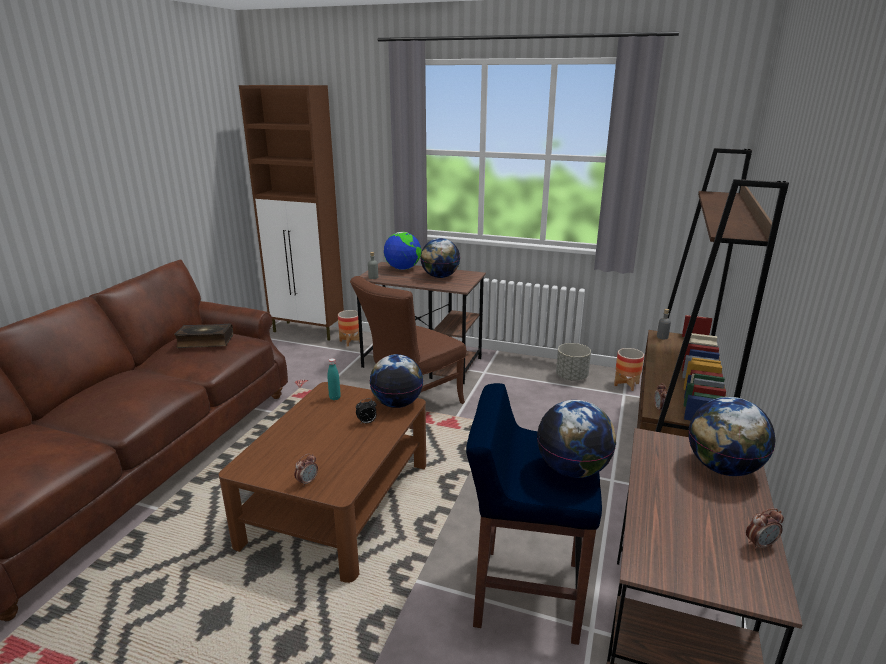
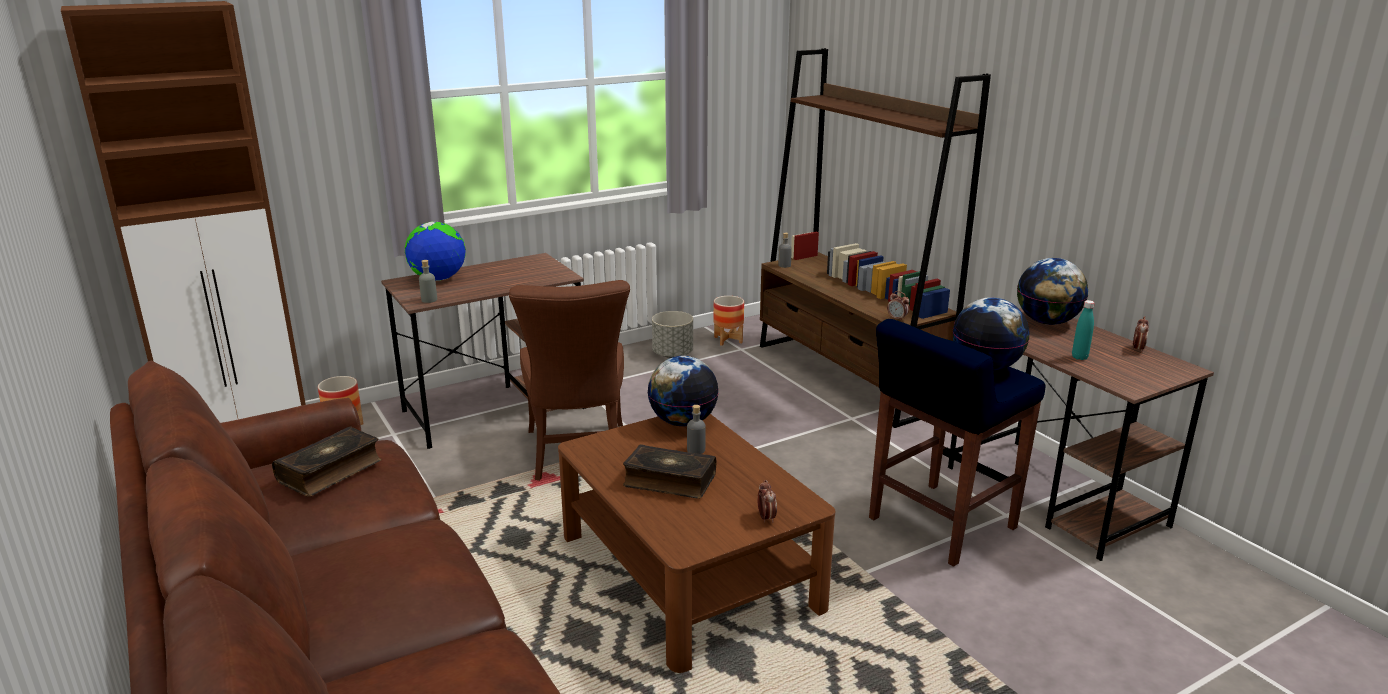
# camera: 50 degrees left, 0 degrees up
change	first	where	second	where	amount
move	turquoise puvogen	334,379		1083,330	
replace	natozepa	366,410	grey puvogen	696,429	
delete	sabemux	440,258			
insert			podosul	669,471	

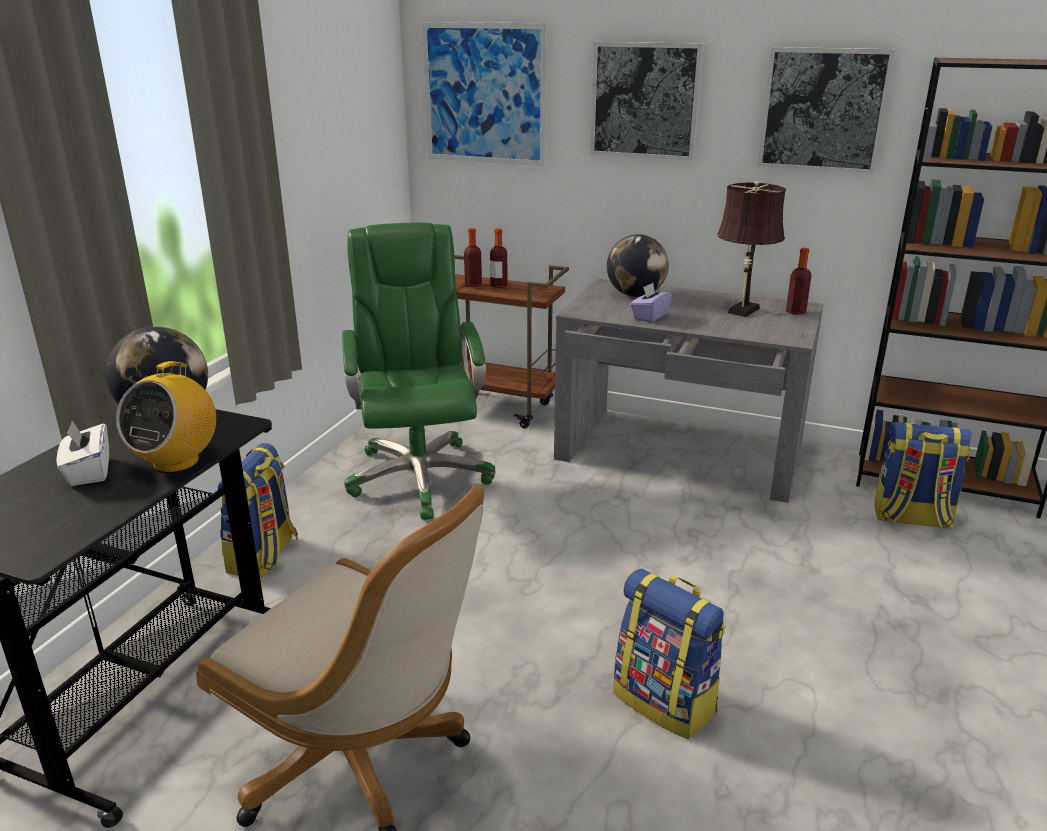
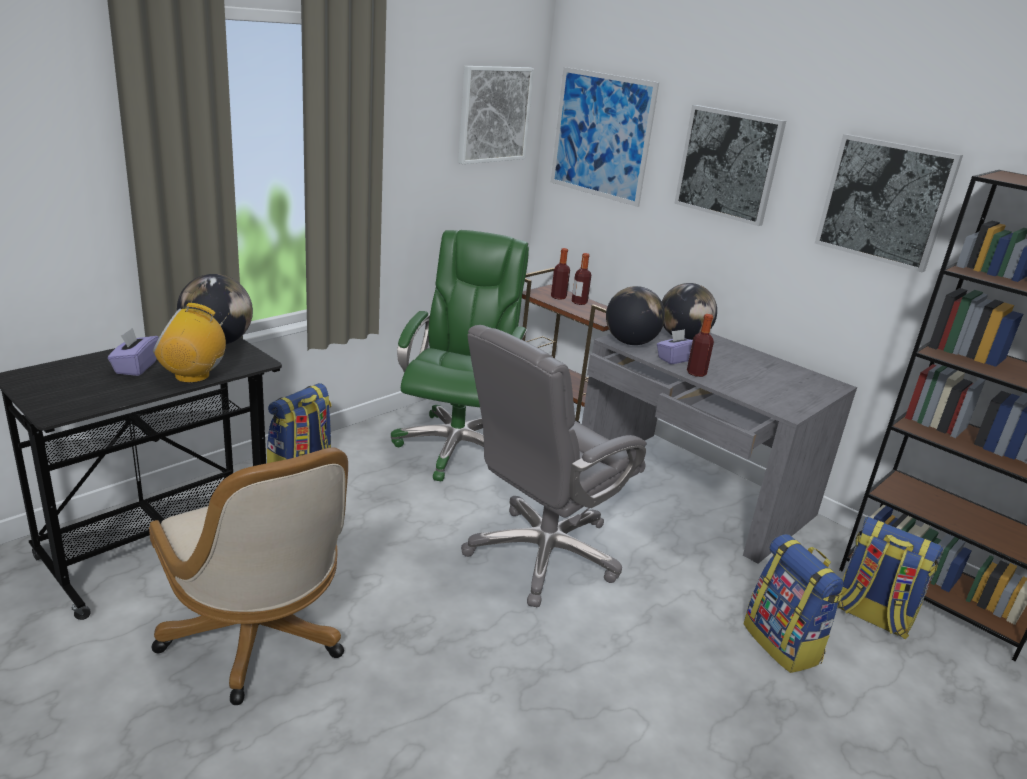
# camera: 20 degrees right, 0 degrees up
change	first	where	second	where	amount
recolor	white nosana	82,453	purple nosana	133,352	
rotate	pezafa	166,417		191,343	45 degrees clockwise
move	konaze	669,654		793,603	
delete	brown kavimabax	751,249			
move	puvogen	799,281		700,345	
insert			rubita	496,115	
insert			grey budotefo	553,466	
insert			sabemux	635,315	

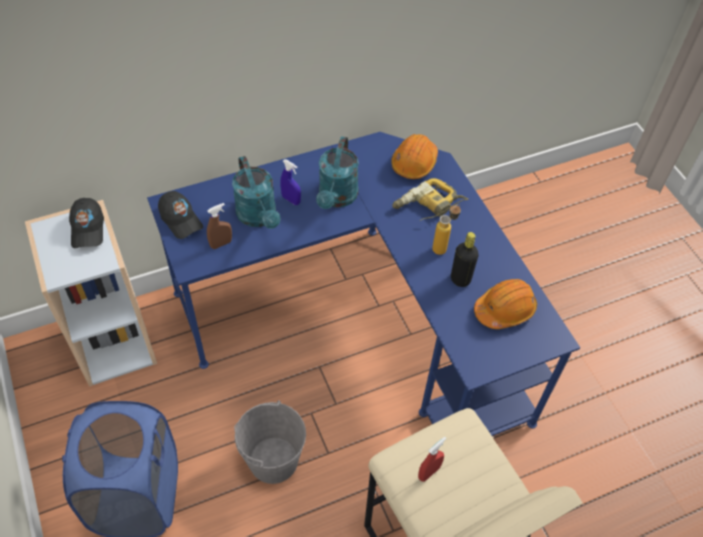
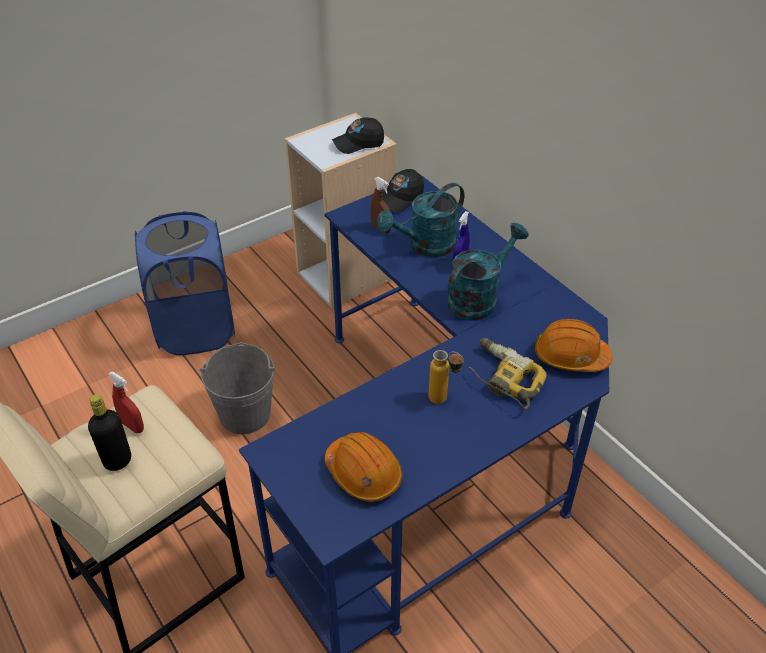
# camera: 80 degrees right, 10 degrees down
change	first	where	second	where	amount
rotate	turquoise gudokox	337,172		488,272	135 degrees clockwise
move	black puvogen	464,259		109,432	

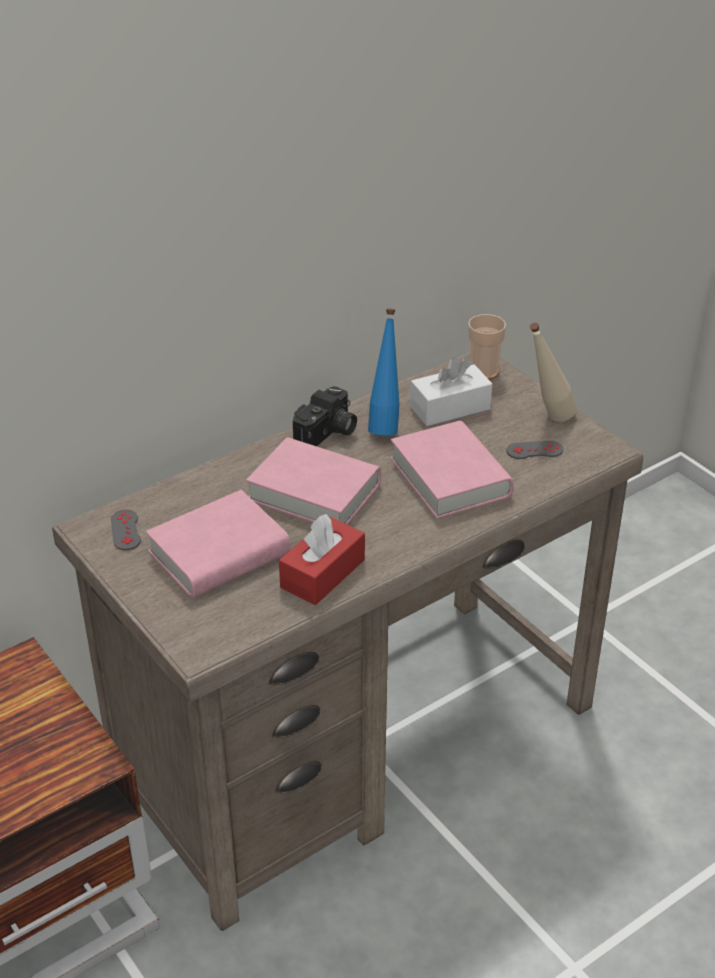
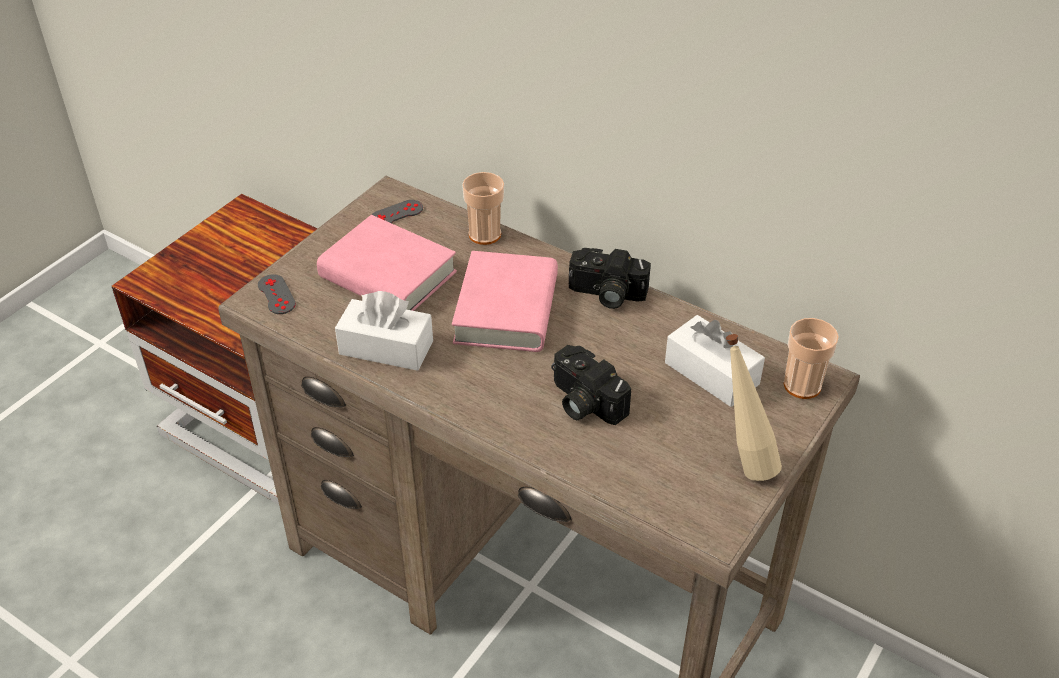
# camera: 70 degrees right, 5 degrees up
change	first	where	second	where	amount
recolor	red nosana	322,559	white nosana	384,331	
delete	blue puvogen	383,372			
replace	pink podosul	452,470	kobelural	591,385	
move	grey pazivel	534,450		277,294	
insert			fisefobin	483,208	

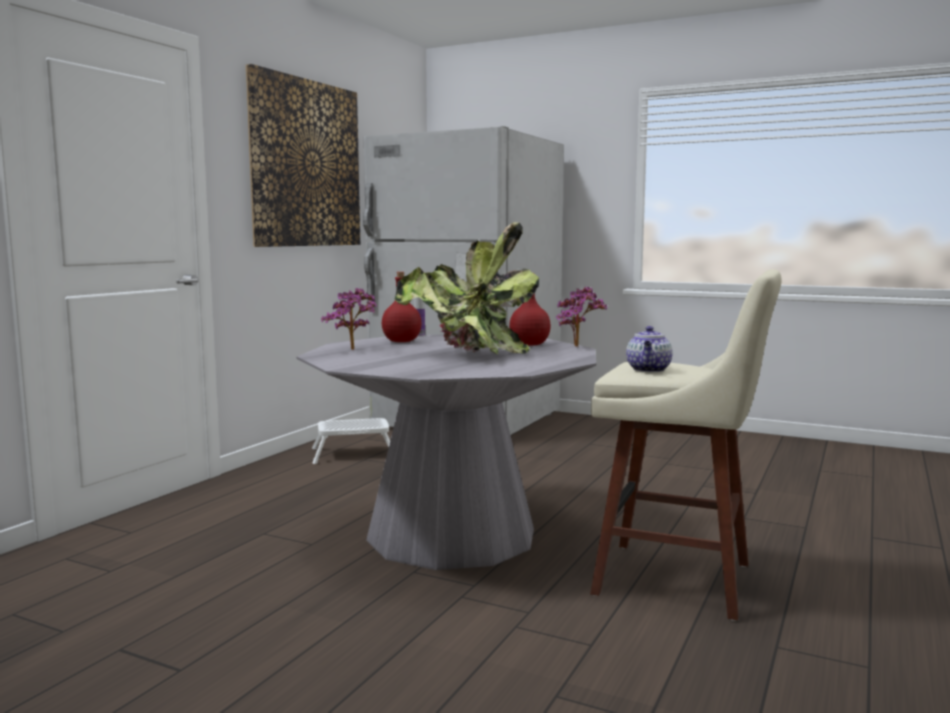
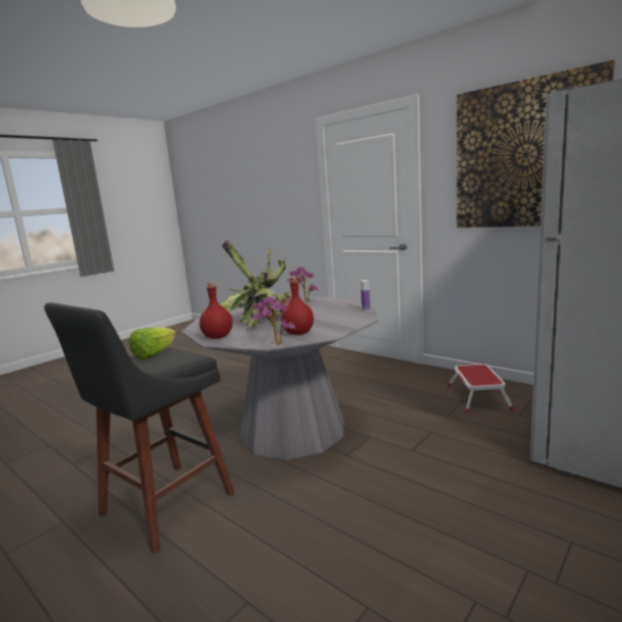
# camera: 105 degrees right, 5 degrees up
change	first	where	second	where	amount
recolor	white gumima	351,441	red gumima	480,388	
move	red puvogen	401,307		216,310	
recolor	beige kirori	686,445	black kirori	139,427	
replace	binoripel	649,349	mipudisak	152,344	

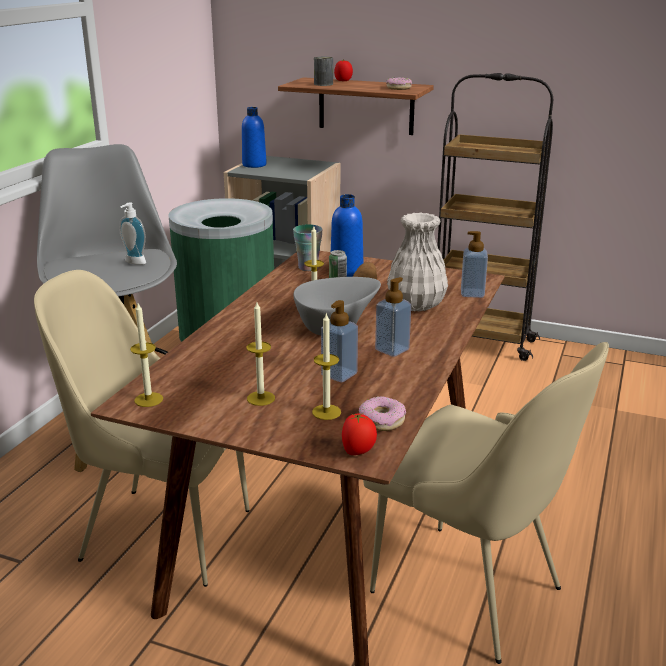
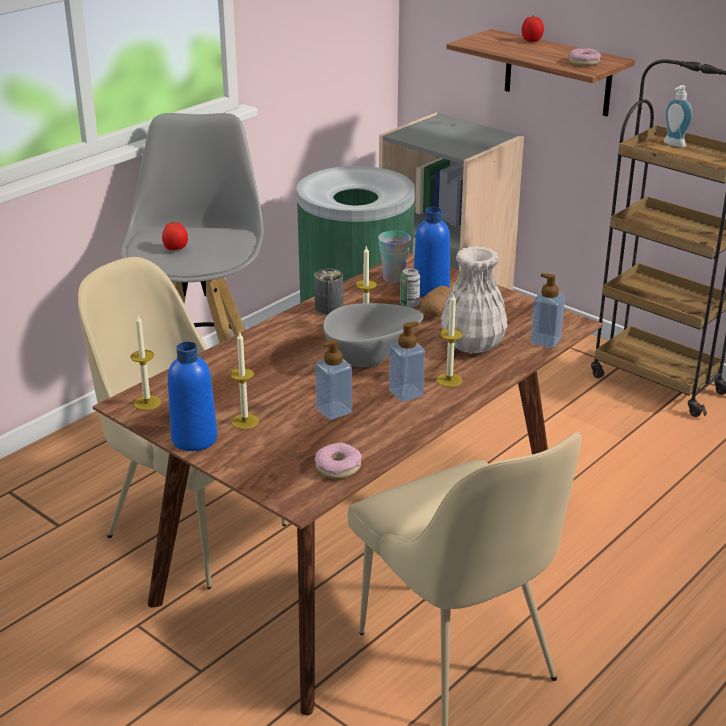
# camera: 20 degrees right, 5 degrees up
change	first	where	second	where	amount
move	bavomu	132,234		678,116	
move	blue puvogen	254,137		193,396	
move	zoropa	326,367		449,340	
move	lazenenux	323,71		328,292	
move	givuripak	359,434		175,236	

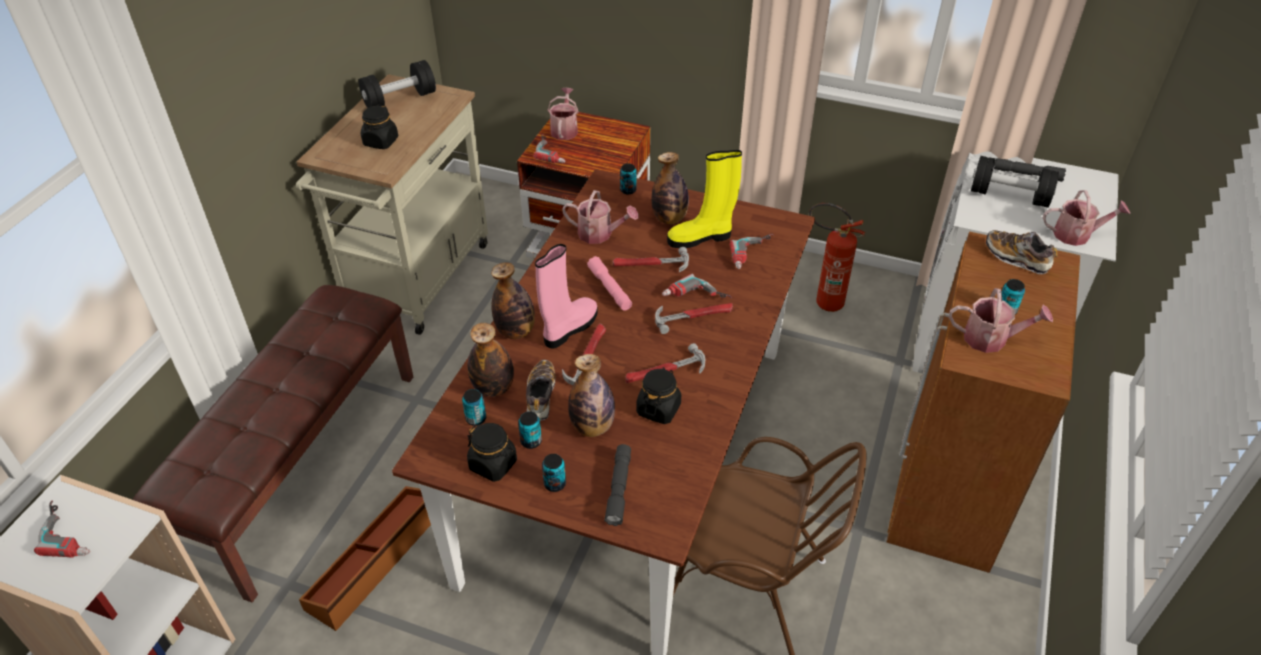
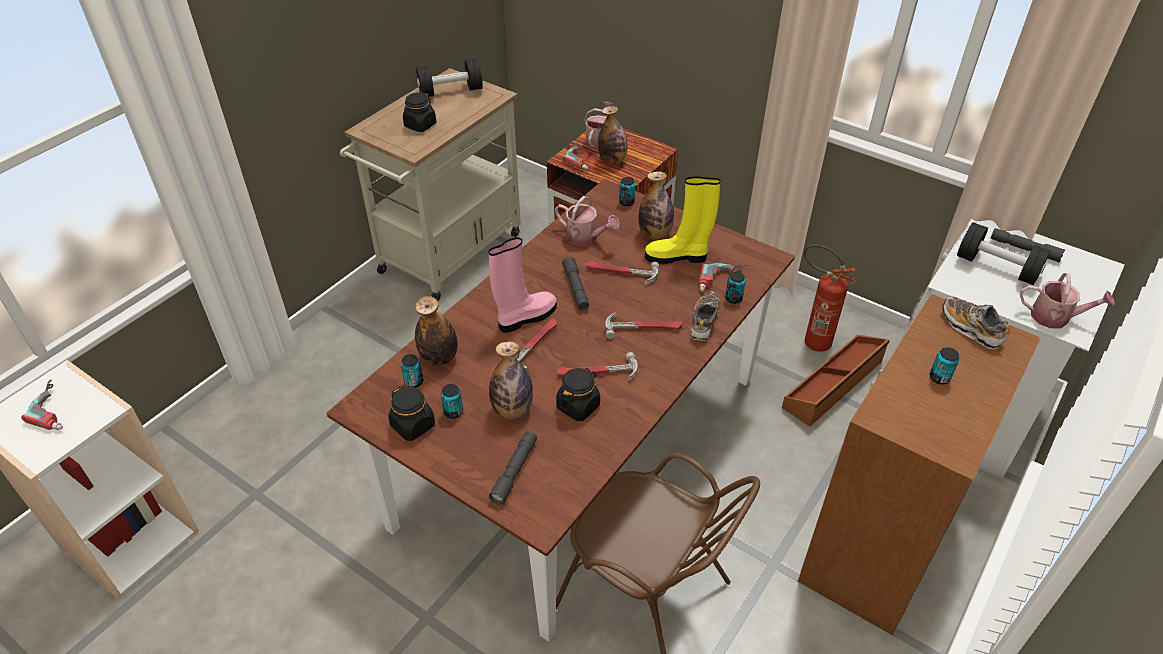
# camera: 15 degrees right, 0 degrees up
change	first	where	second	where	amount
delete	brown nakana	273,443			
move	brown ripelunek	365,558		836,380	
move	puvogen	513,300		613,135	
move	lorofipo	540,390		705,316	
move	lazenenux	554,473		735,288	
recolor	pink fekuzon	609,283	grey fekuzon	575,284	
delete	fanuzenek	697,286			
delete	gudokox	1001,320			

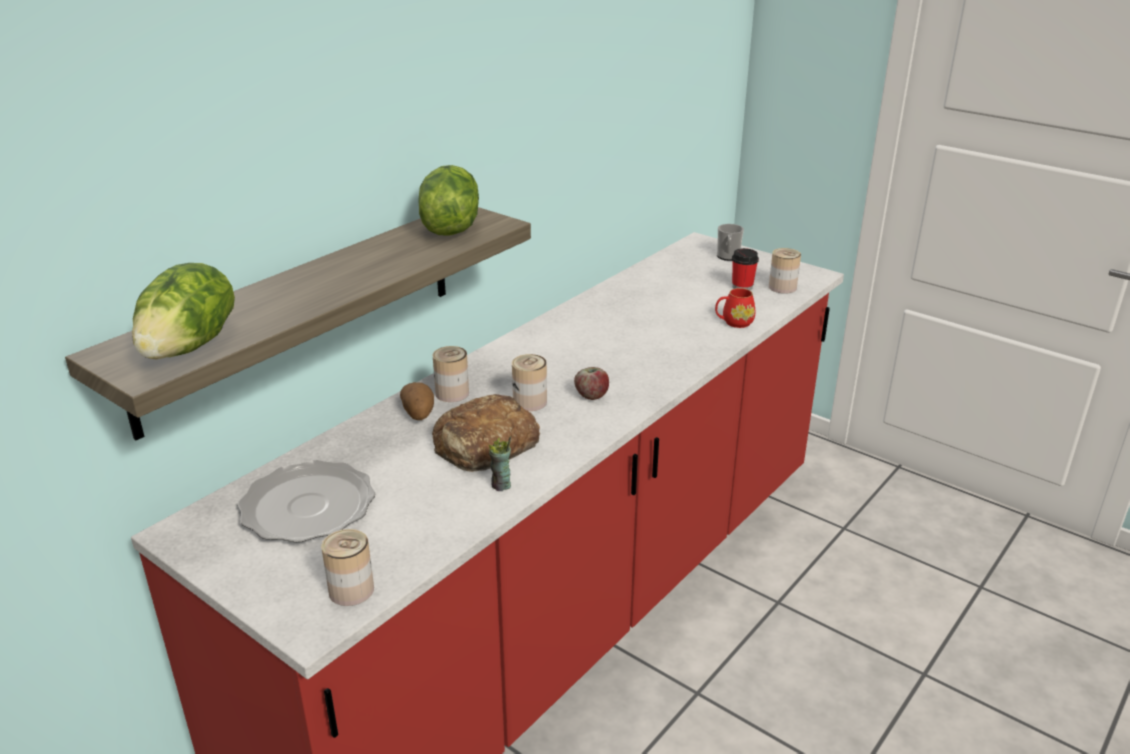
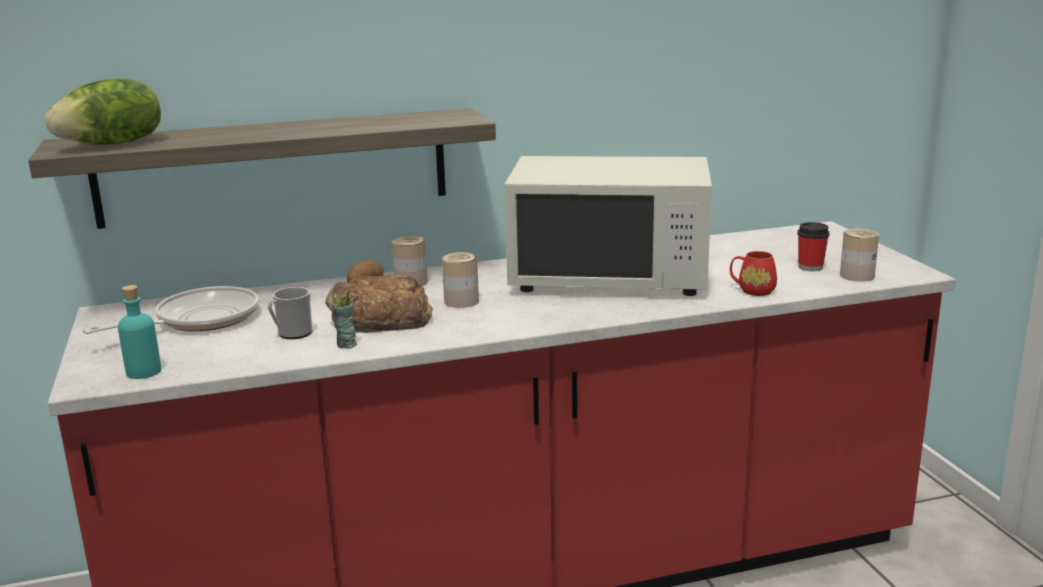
# camera: 35 degrees right, 10 degrees down
change	first	where	second	where	amount
replace	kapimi	306,501	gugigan	171,310	
replace	lazenenux	347,567	turquoise puvogen	139,332	
delete	mipudisak	449,200			
delete	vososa	591,383			
move	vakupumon	730,242		290,313	
insert			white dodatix	608,226	

